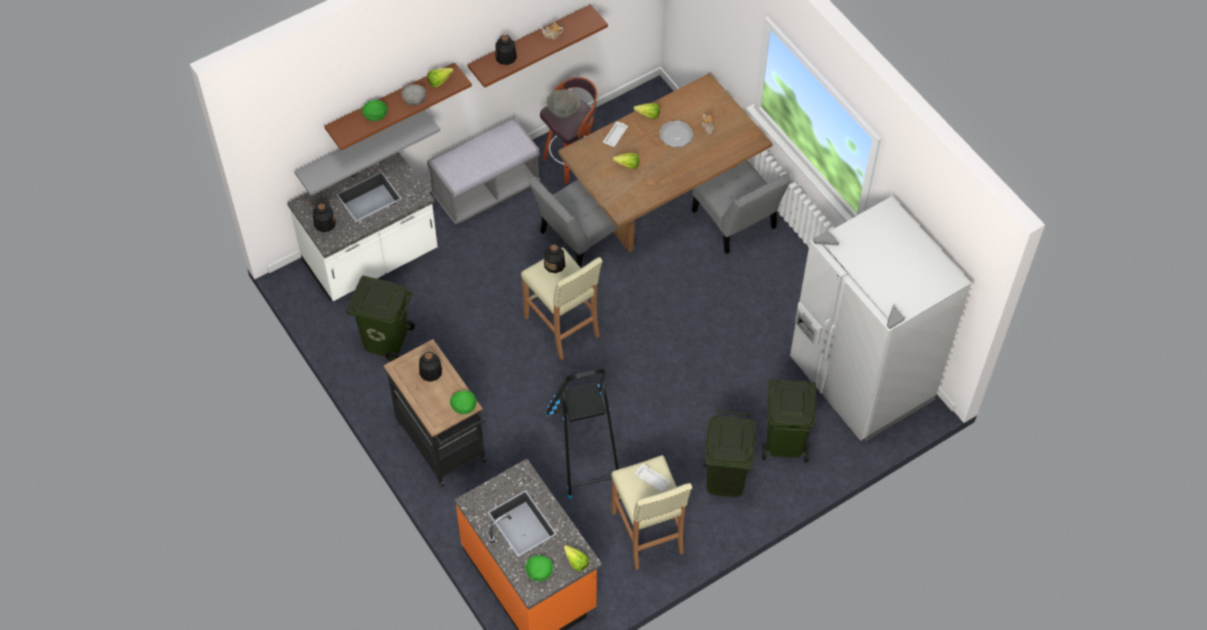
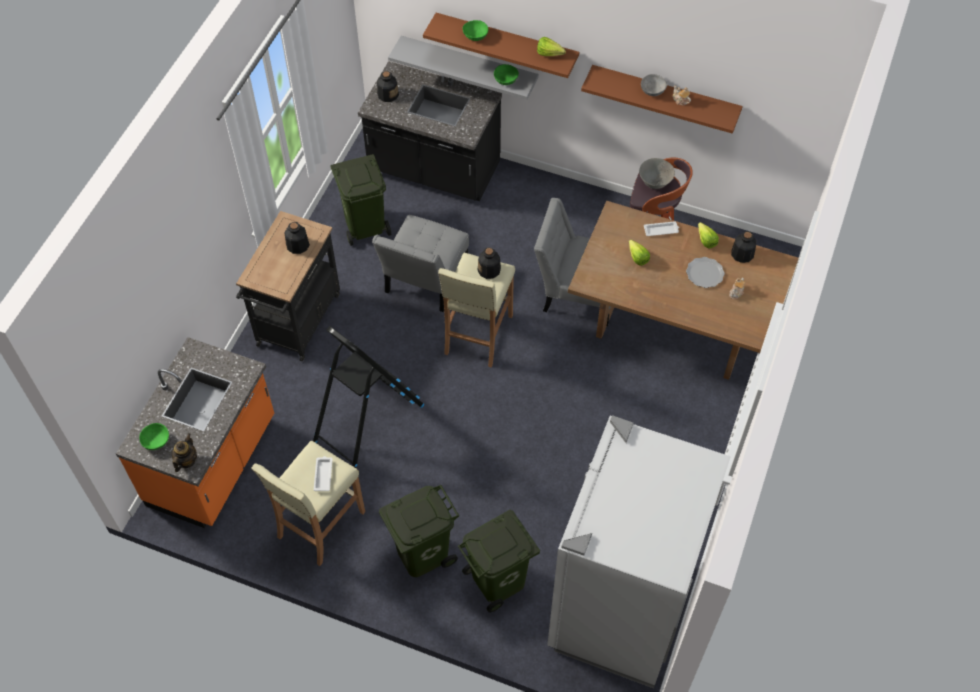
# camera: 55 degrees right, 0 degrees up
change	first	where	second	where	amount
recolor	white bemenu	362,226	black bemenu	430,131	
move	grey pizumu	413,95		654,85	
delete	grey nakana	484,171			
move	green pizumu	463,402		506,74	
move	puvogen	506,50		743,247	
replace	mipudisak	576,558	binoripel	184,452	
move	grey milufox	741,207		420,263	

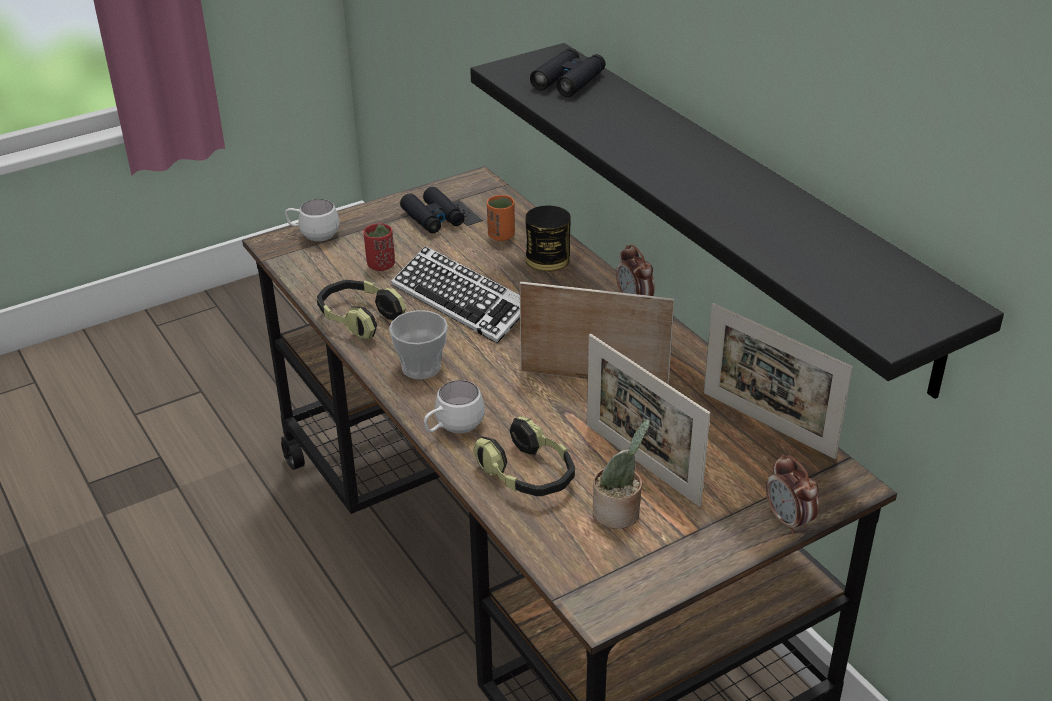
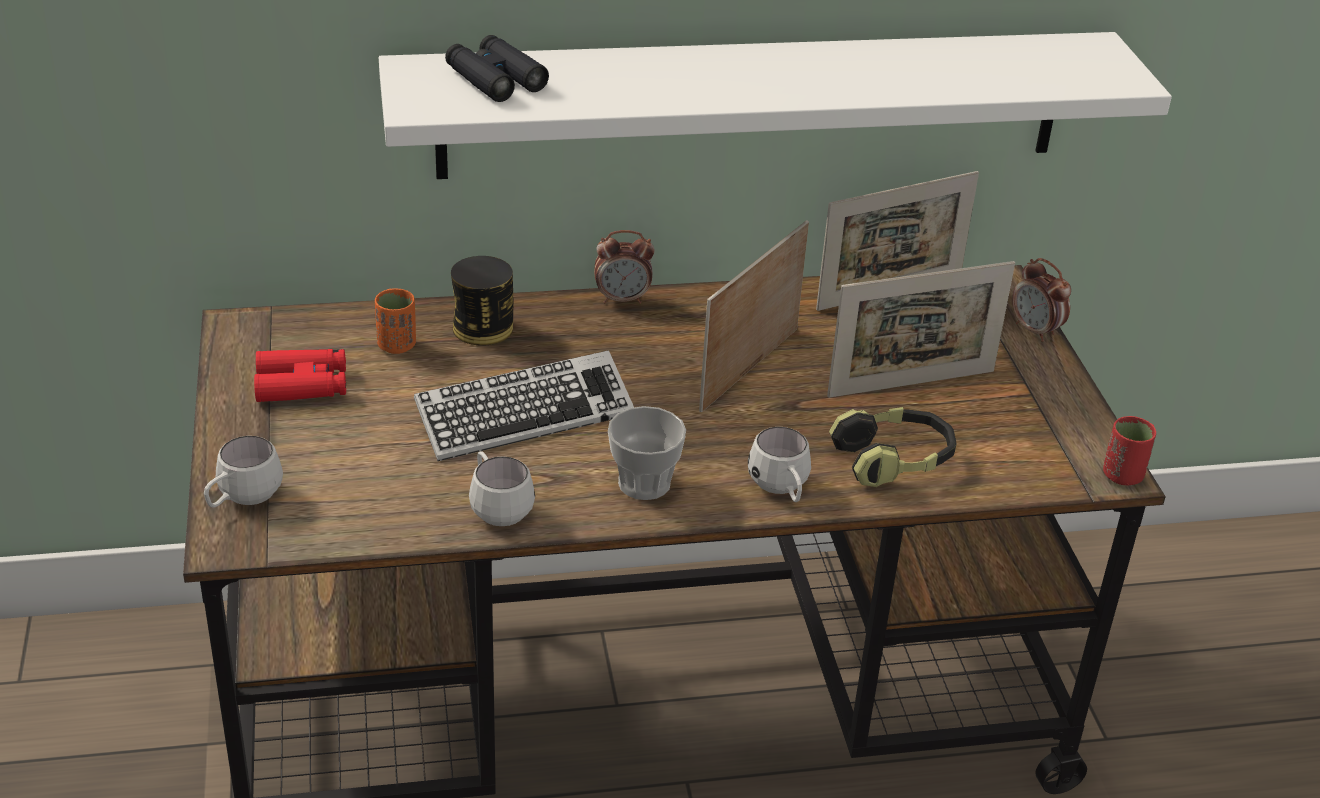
# camera: 70 degrees left, 0 degrees up
change	first	where	second	where	amount
replace	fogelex	361,309	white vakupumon	502,488	
move	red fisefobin	379,247		1130,450	
recolor	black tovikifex	432,210	red tovikifex	300,375	
recolor	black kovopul	737,221	white kovopul	775,105	
delete	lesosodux	621,474			
rotate	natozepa	792,494		1041,300	60 degrees clockwise

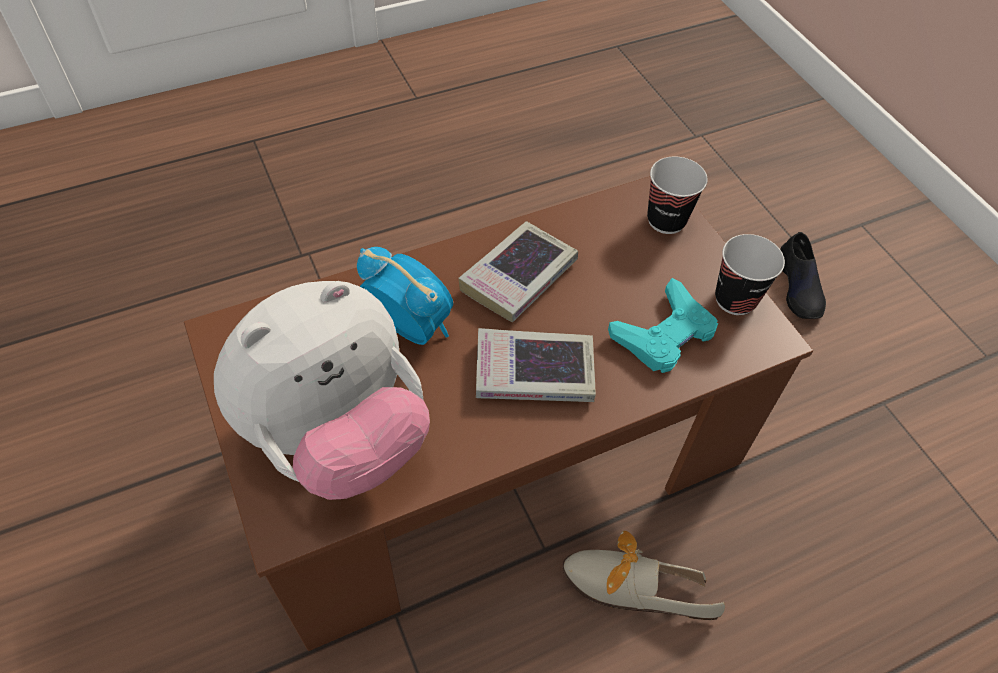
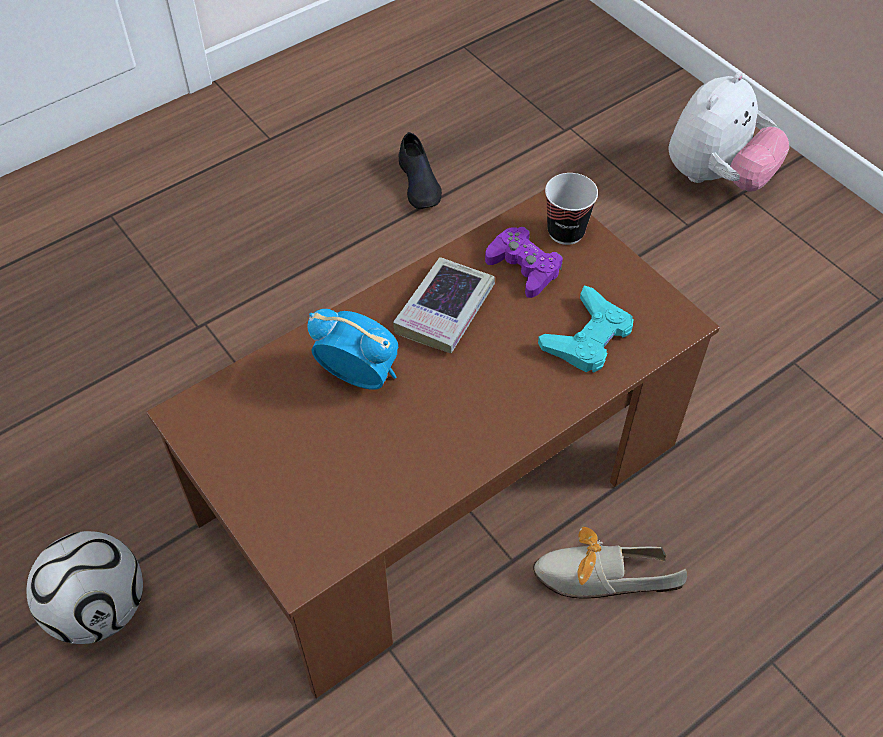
# camera: 10 degrees left, 0 degrees up
change	first	where	second	where	amount
move	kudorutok	322,390		728,131	
delete	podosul	536,365			
delete	fisefobin	750,274			
move	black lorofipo	803,275		420,170	
insert			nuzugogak	84,587	
insert			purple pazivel	524,262	

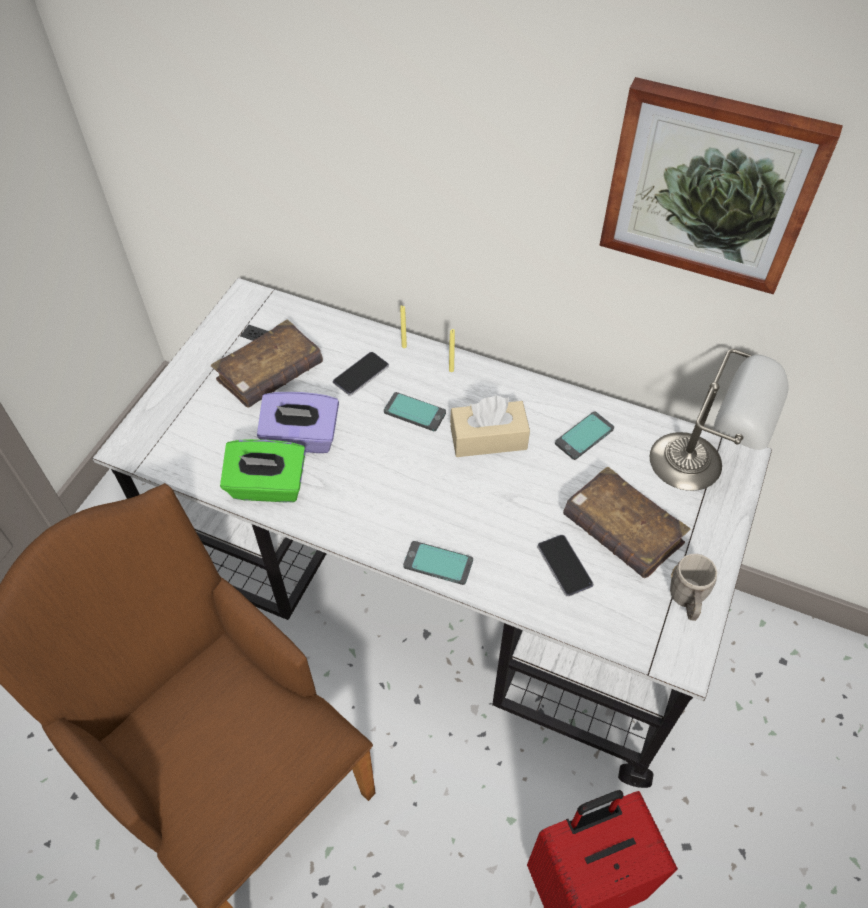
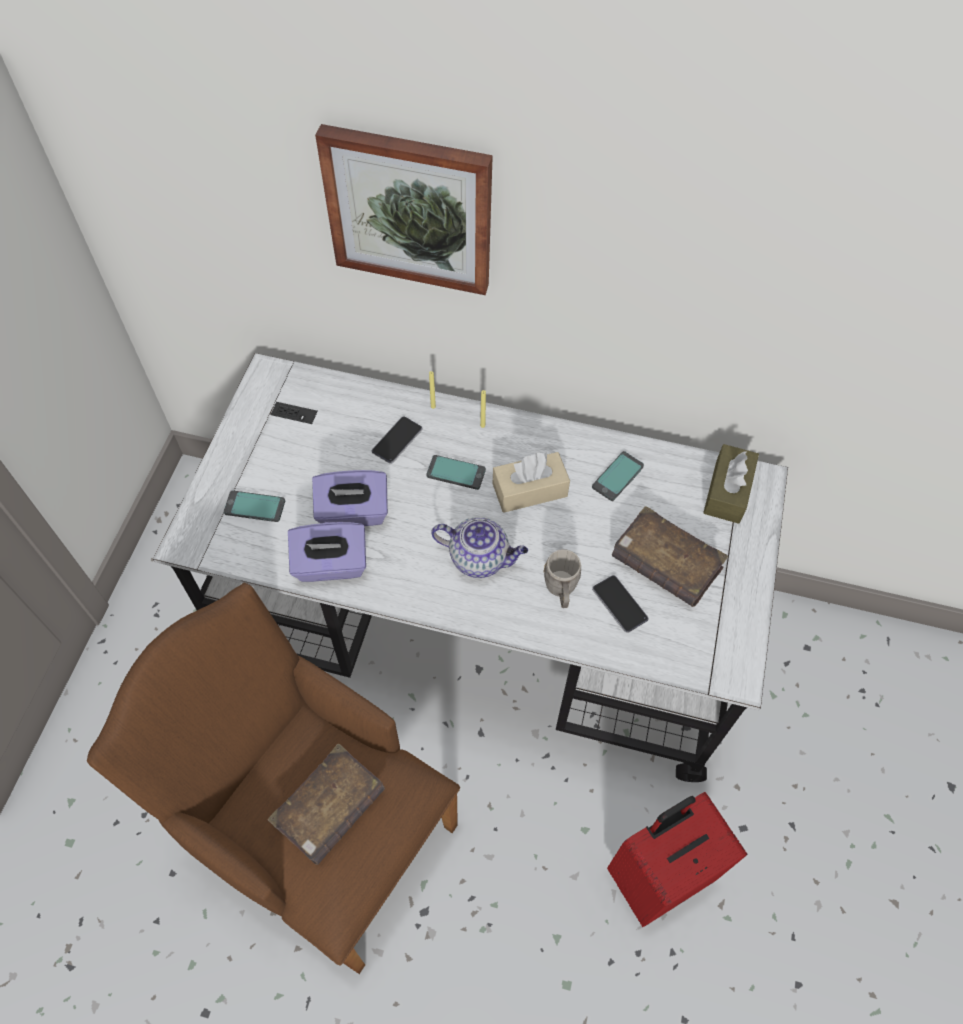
# camera: 10 degrees left, 5 degrees up
change	first	where	second	where	amount
move	brown podosul	267,364		326,804	
recolor	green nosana	263,470	purple nosana	327,552	
move	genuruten	438,563		254,506	
move	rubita	721,186		404,209	
replace	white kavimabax	719,420	brown nosana	731,484	
move	grey vakupumon	693,587		562,578	
insert			binoripel	479,547	

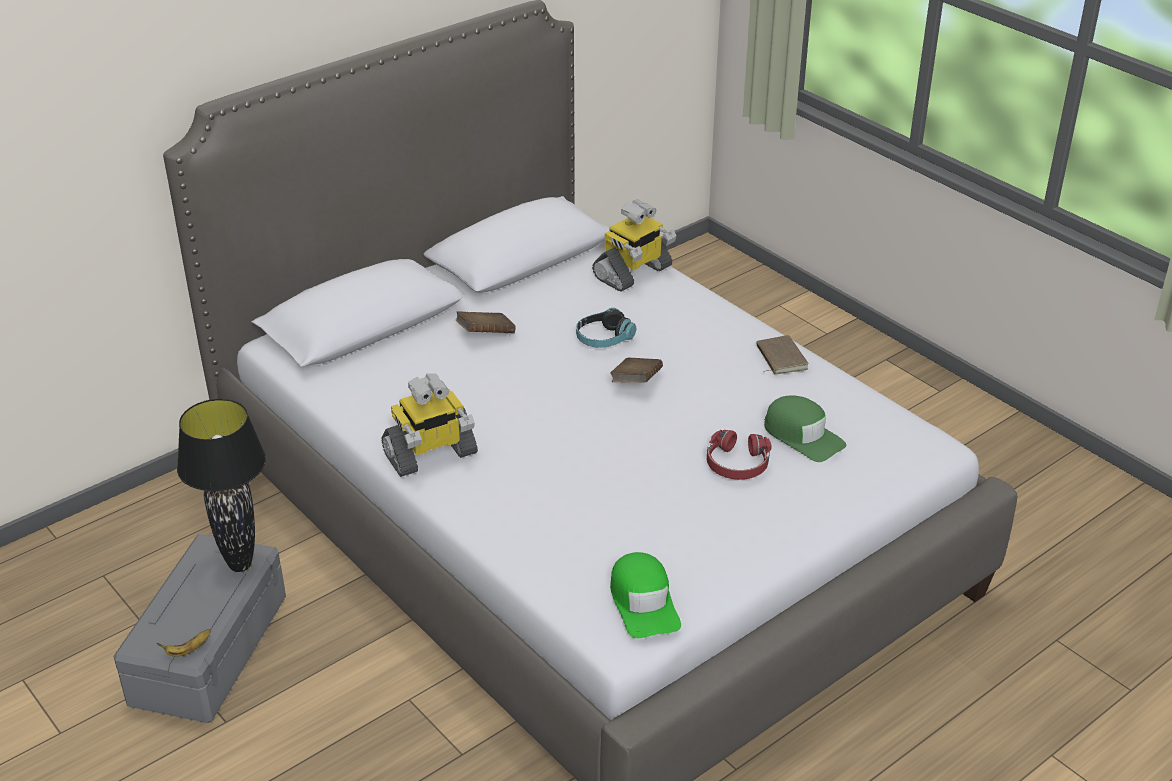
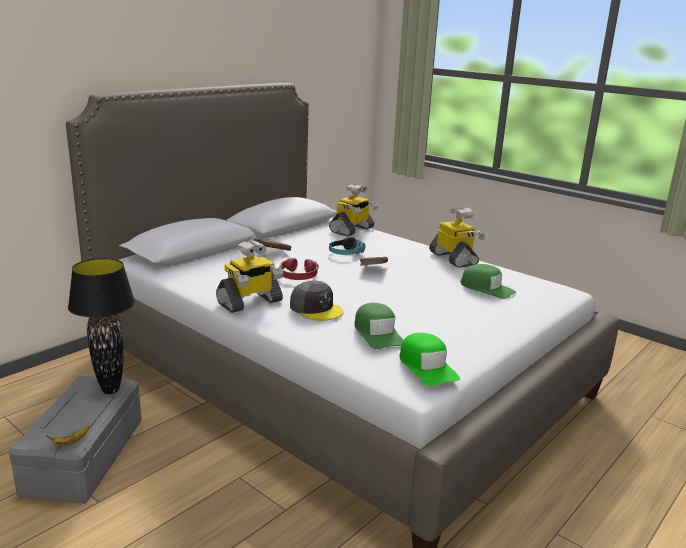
# camera: 10 degrees left, 15 degrees down
change	first	where	second	where	amount
move	red fogelex	739,455		299,269	
replace	brown podosul	782,355	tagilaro	457,237	
insert			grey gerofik	317,300	
insert			green gerofik	378,326	

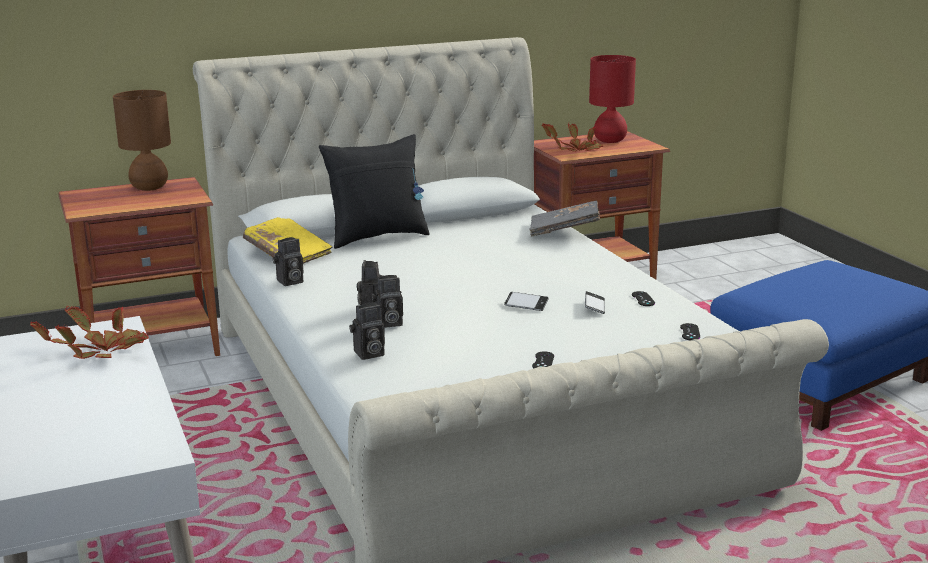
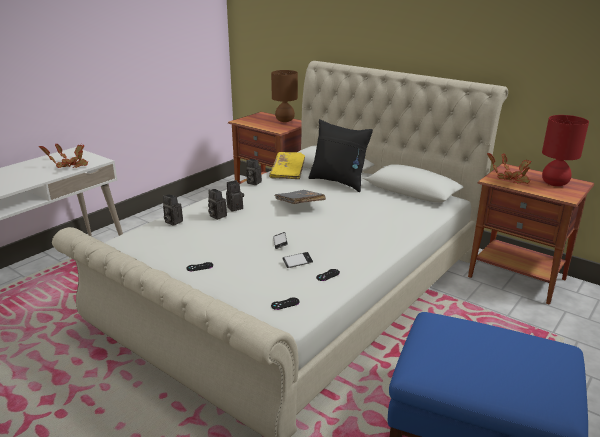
# camera: 60 degrees right, 5 degrees up
change	first	where	second	where	amount
move	grey podosul	565,218		300,197	

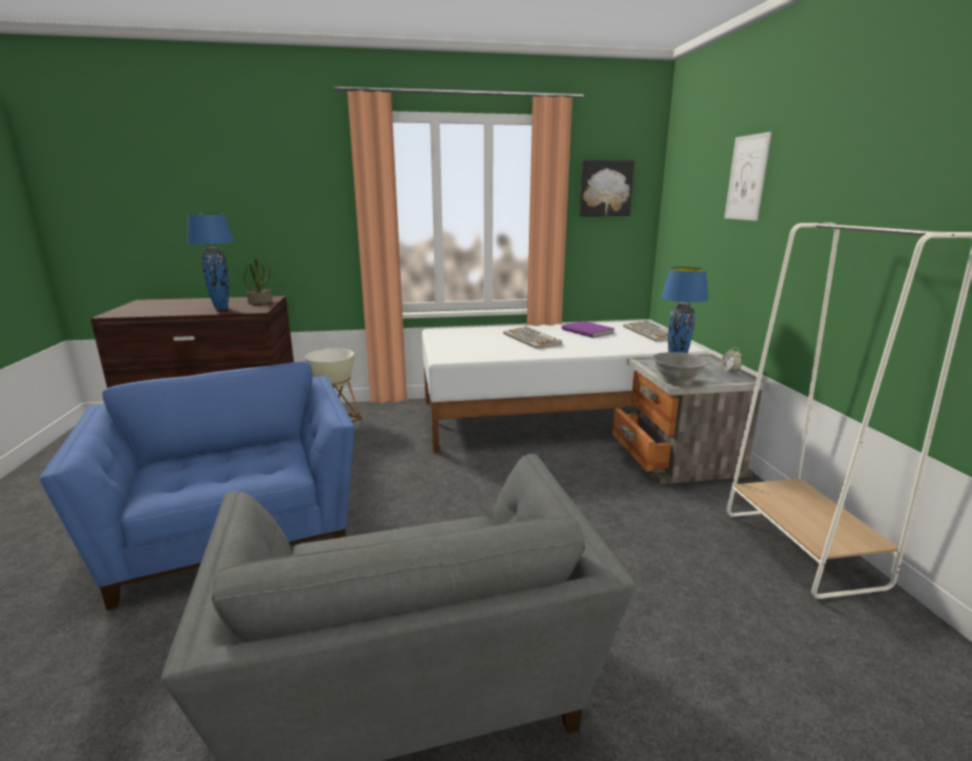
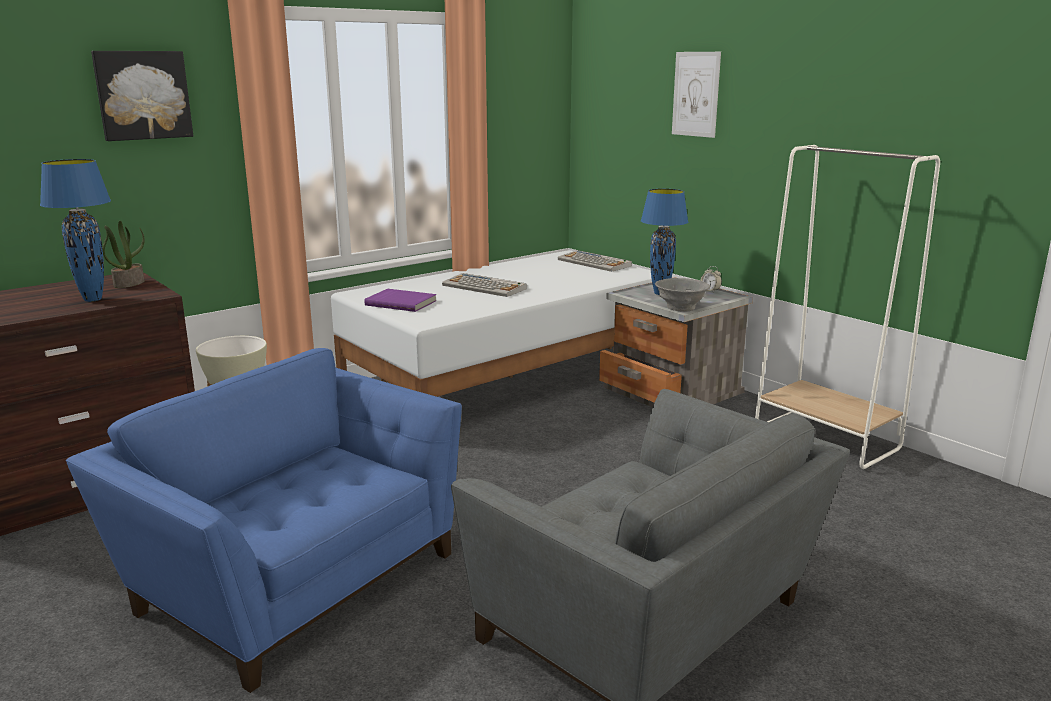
# camera: 30 degrees left, 0 degrees up
change	first	where	second	where	amount
move	purple podosul	588,329		400,300	
move	rubita	606,188		142,96	

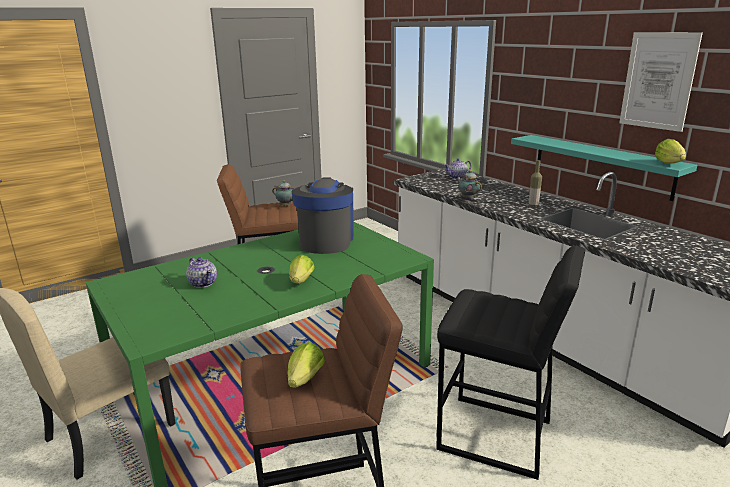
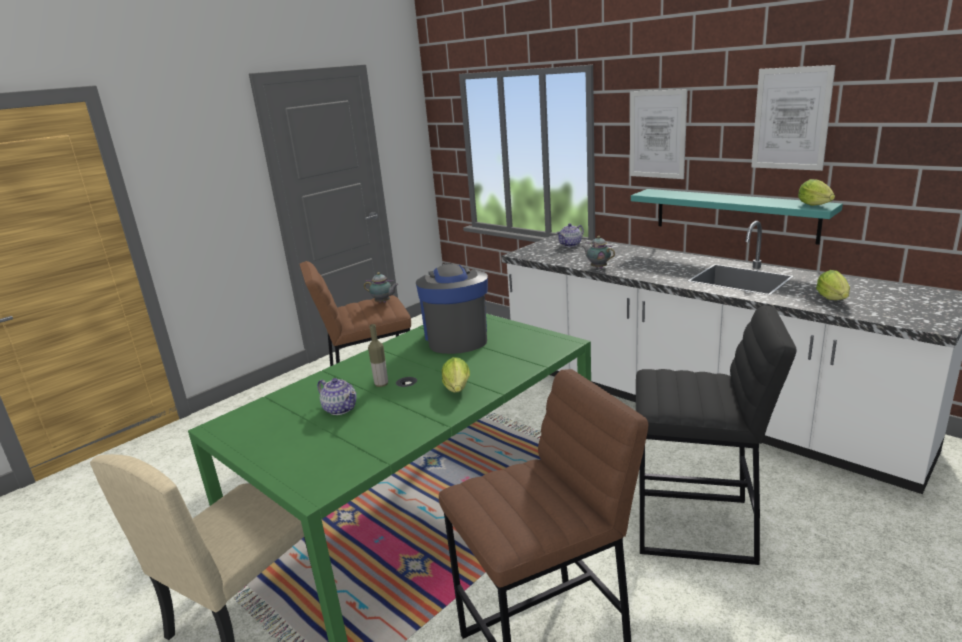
# camera: 10 degrees left, 0 degrees up
change	first	where	second	where	amount
move	mipudisak	306,365		833,285	
move	puvogen	535,183		378,355	
insert			rubita	659,134	

